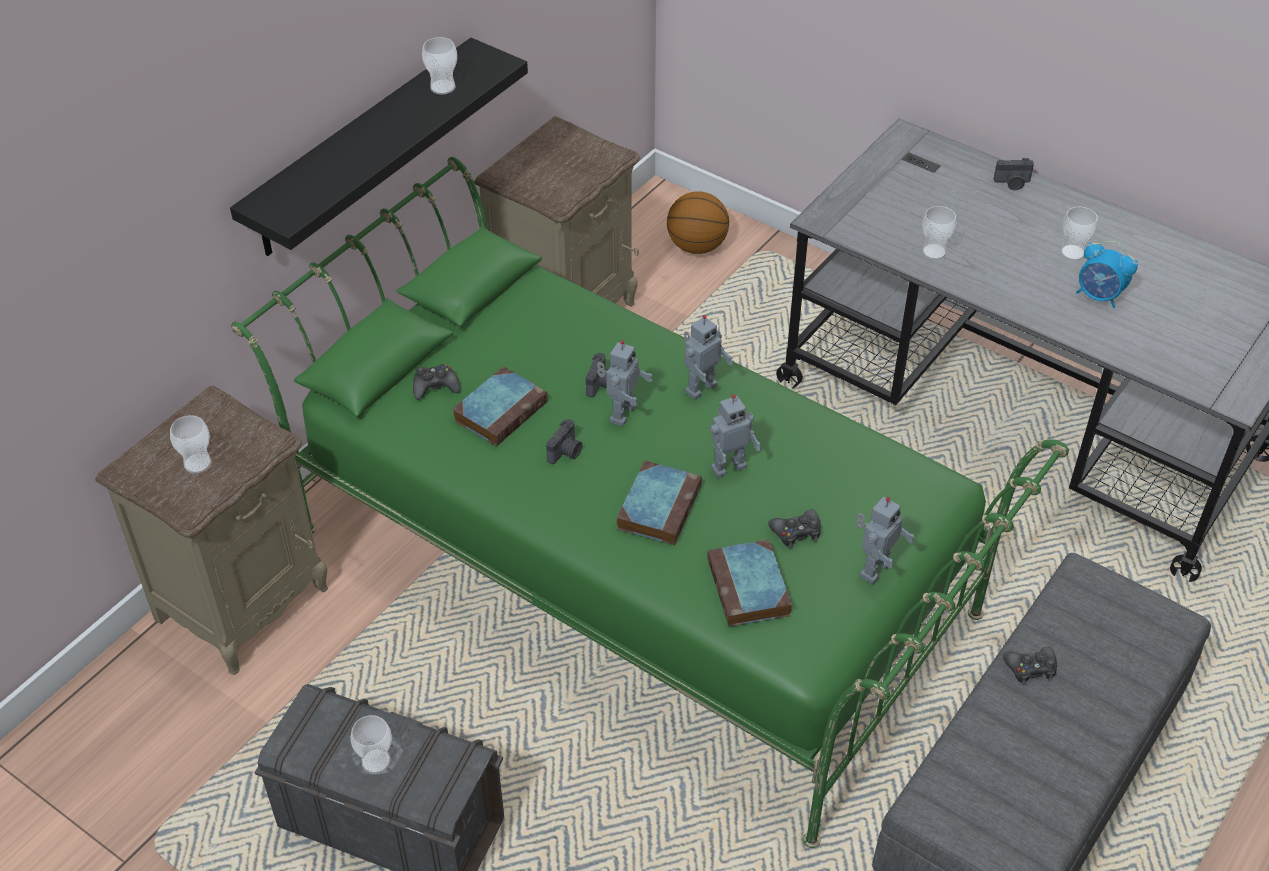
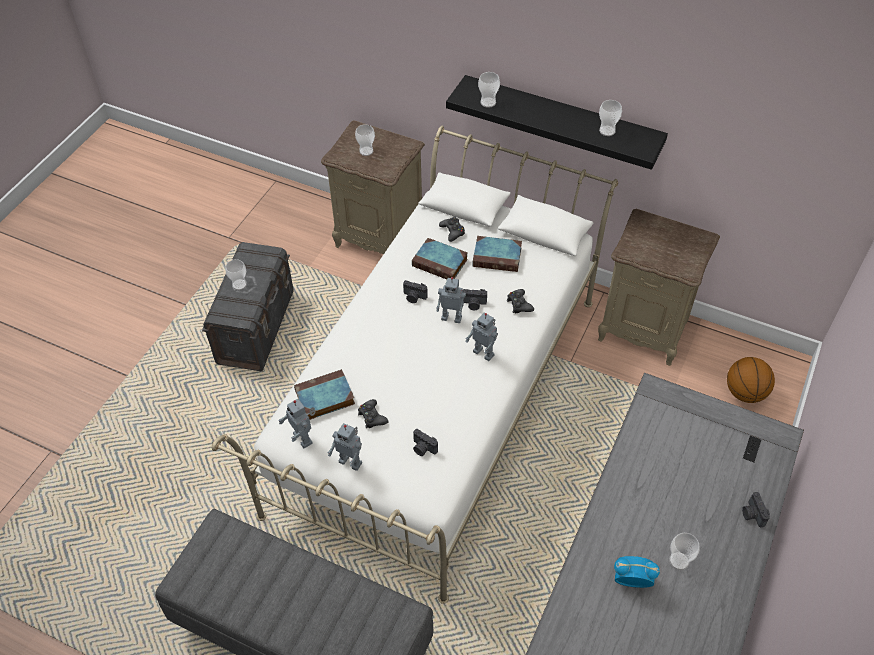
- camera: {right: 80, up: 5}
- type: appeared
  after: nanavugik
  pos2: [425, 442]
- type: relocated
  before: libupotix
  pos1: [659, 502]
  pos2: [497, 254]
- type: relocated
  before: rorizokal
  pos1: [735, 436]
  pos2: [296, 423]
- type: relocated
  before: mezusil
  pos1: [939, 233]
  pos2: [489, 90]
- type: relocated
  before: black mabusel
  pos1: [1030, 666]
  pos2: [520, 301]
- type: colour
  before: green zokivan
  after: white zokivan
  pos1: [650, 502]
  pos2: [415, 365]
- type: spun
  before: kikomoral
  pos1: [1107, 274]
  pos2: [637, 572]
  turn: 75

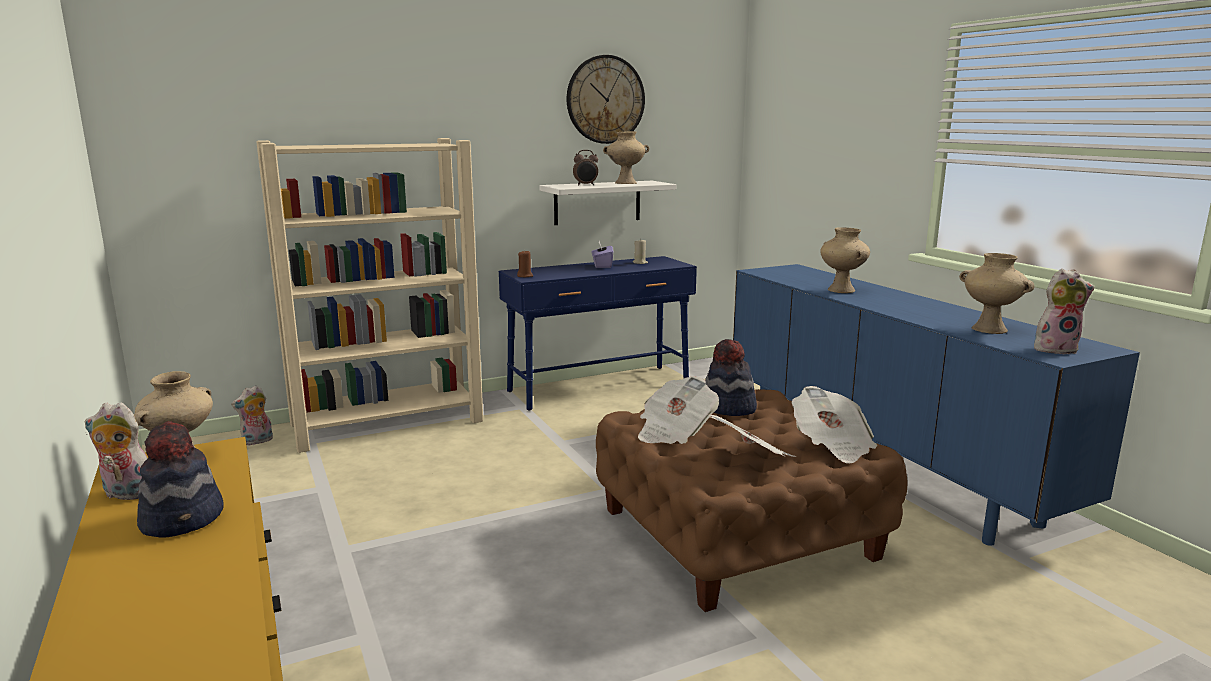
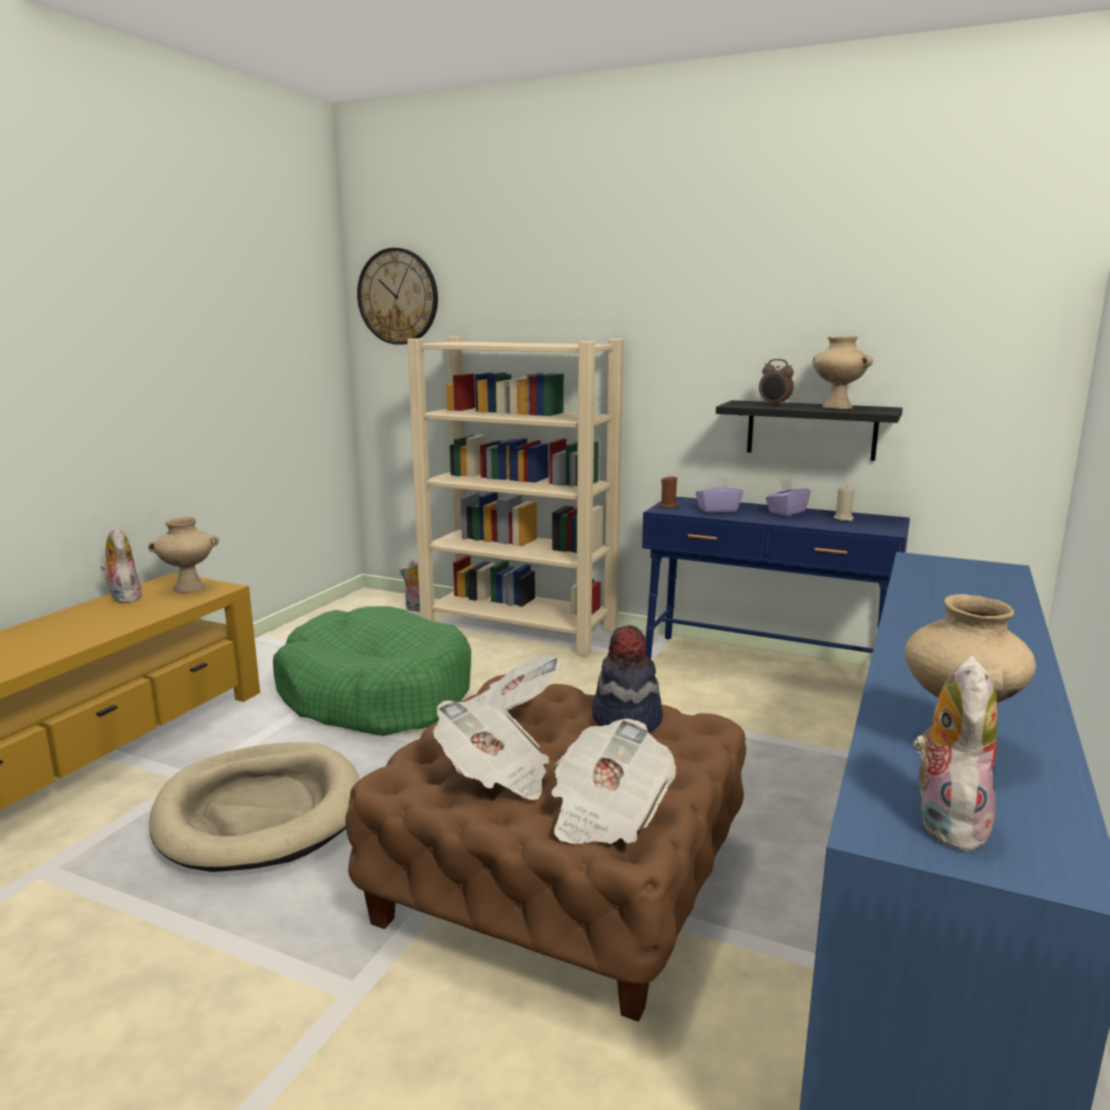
- camera: {right: 50, up: 0}
- type: missing
  before: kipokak
  pos1: [180, 479]
- type: missing
  before: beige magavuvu
  pos1: [845, 260]
- type: appeared
  after: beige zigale
  pos2: [254, 807]
- type: appeared
  after: green zigale
  pos2: [372, 671]
- type: appeared
  after: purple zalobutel
  pos2: [719, 495]
- type: relocated
  before: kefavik
  pos1: [606, 99]
  pos2: [397, 296]
- type: colour
  before: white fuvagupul
  after: black fuvagupul
  pos1: [608, 203]
  pos2: [809, 430]
- type: spun
  before: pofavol
  pos1: [1064, 311]
  pos2: [955, 753]
  turn: -120

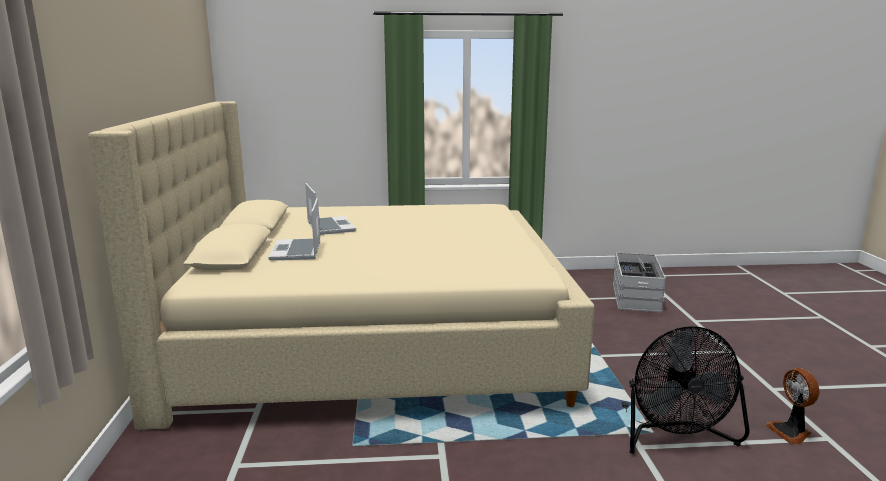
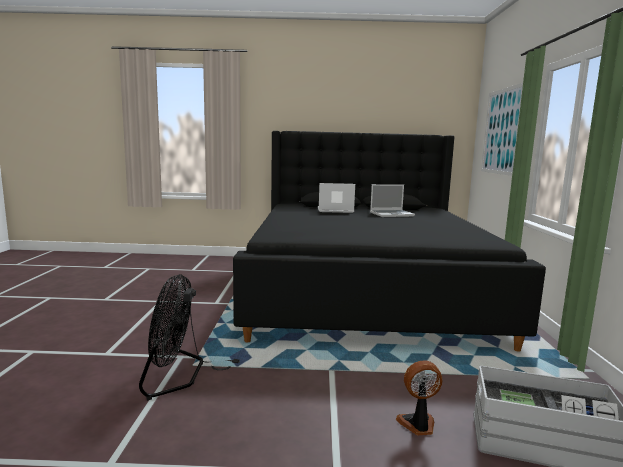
- camera: {right: 95, up: -5}
- type: appeared
  after: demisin
  pos2: [502, 129]
- type: relocated
  before: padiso
  pos1: [792, 406]
  pos2: [419, 397]
- type: colour
  before: beige zokivan
  after: black zokivan
  pos1: [341, 265]
  pos2: [389, 241]

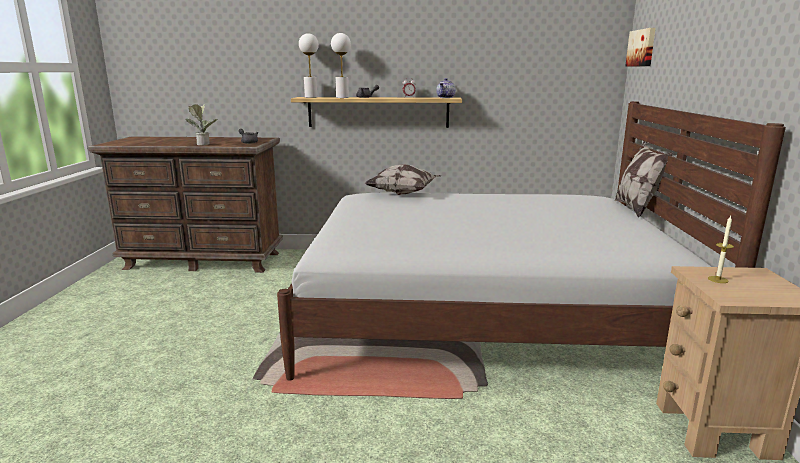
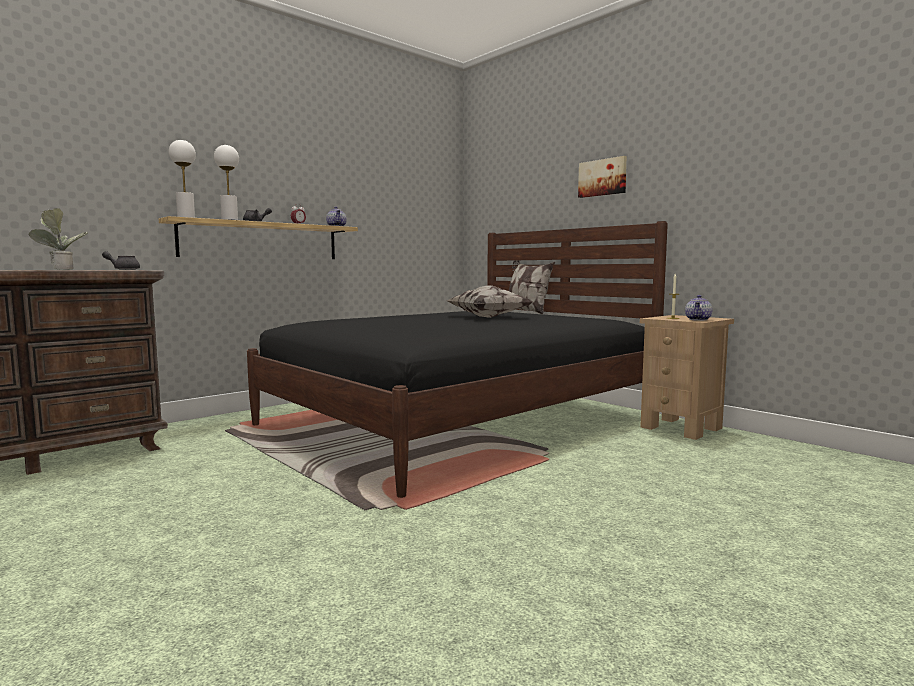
- camera: {right: -45, up: -10}
- type: appeared
  after: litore
  pos2: [698, 308]
- type: relocated
  before: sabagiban
  pos1: [402, 179]
  pos2: [489, 301]
- type: relocated
  before: demisin
  pos1: [640, 47]
  pos2: [602, 177]
- type: colour
  before: white zokivan
  after: black zokivan
  pos1: [531, 241]
  pos2: [457, 359]

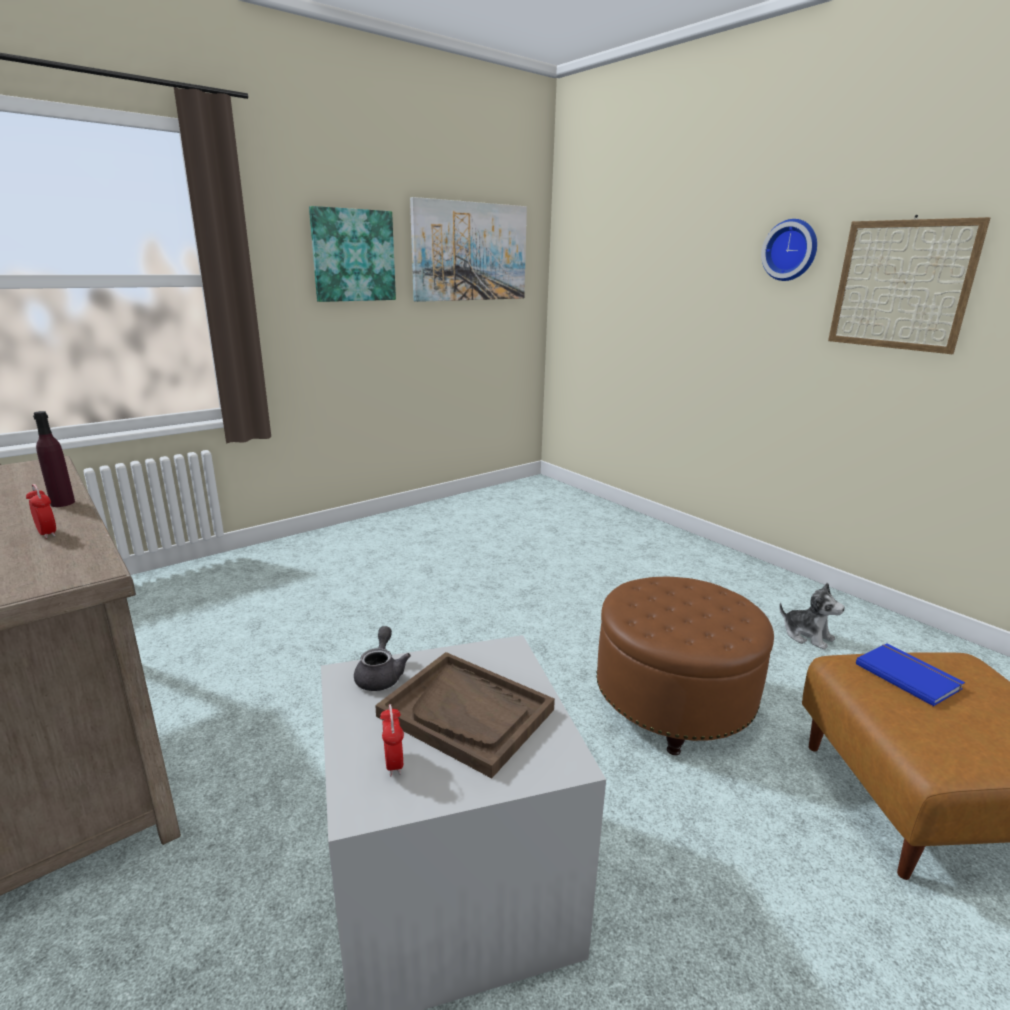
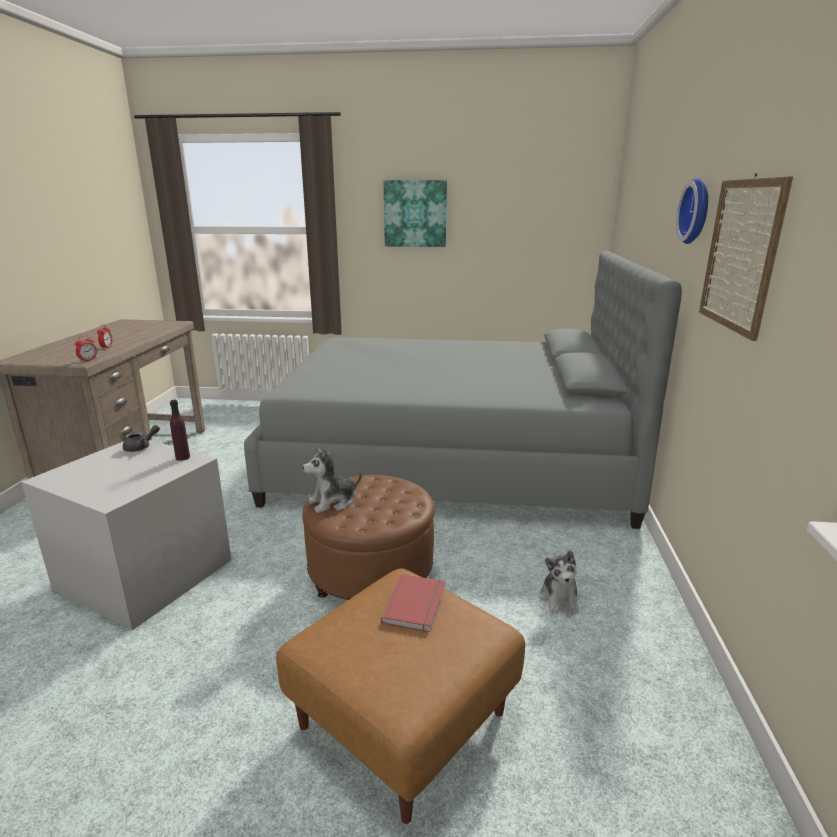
- camera: {right: 45, up: 0}
- type: missing
  before: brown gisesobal
  pos1: [465, 715]
- type: missing
  before: demisin
  pos1: [468, 249]
- type: appeared
  after: grey zokivan
  pos2: [463, 390]
- type: appeared
  after: pofavol
  pos2: [332, 480]
- type: relocated
  before: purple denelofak
  pos1: [54, 459]
  pos2: [180, 430]
- type: relocated
  before: kikomoral
  pos1: [392, 740]
  pos2: [86, 348]
- type: colour
  before: blue libupotix
  after: red libupotix
  pos1: [910, 675]
  pos2: [413, 603]

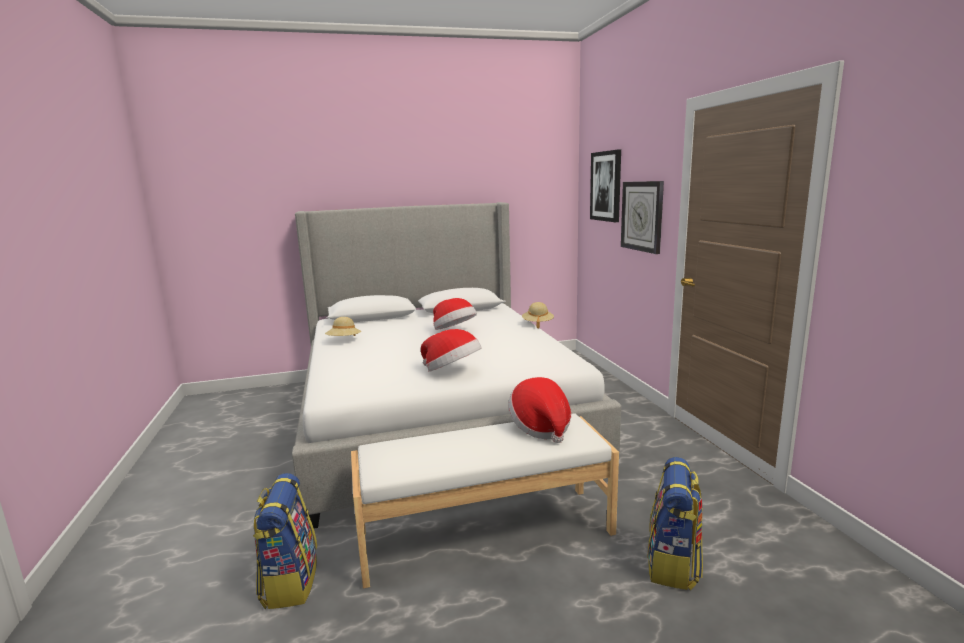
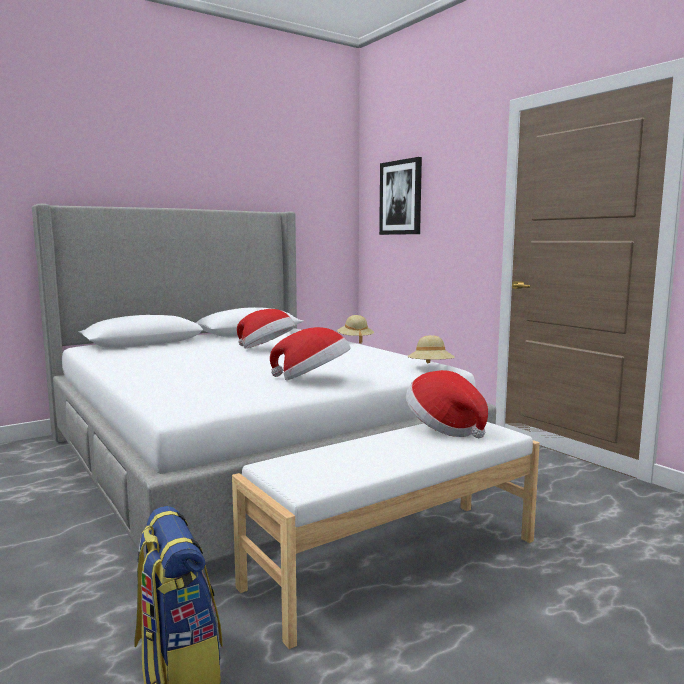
- camera: {right: -20, up: -5}
- type: missing
  before: kefavik
  pos1: [642, 217]
- type: missing
  before: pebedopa
  pos1: [675, 523]
- type: relocated
  before: beige kipokak
  pos1: [343, 326]
  pos2: [431, 349]

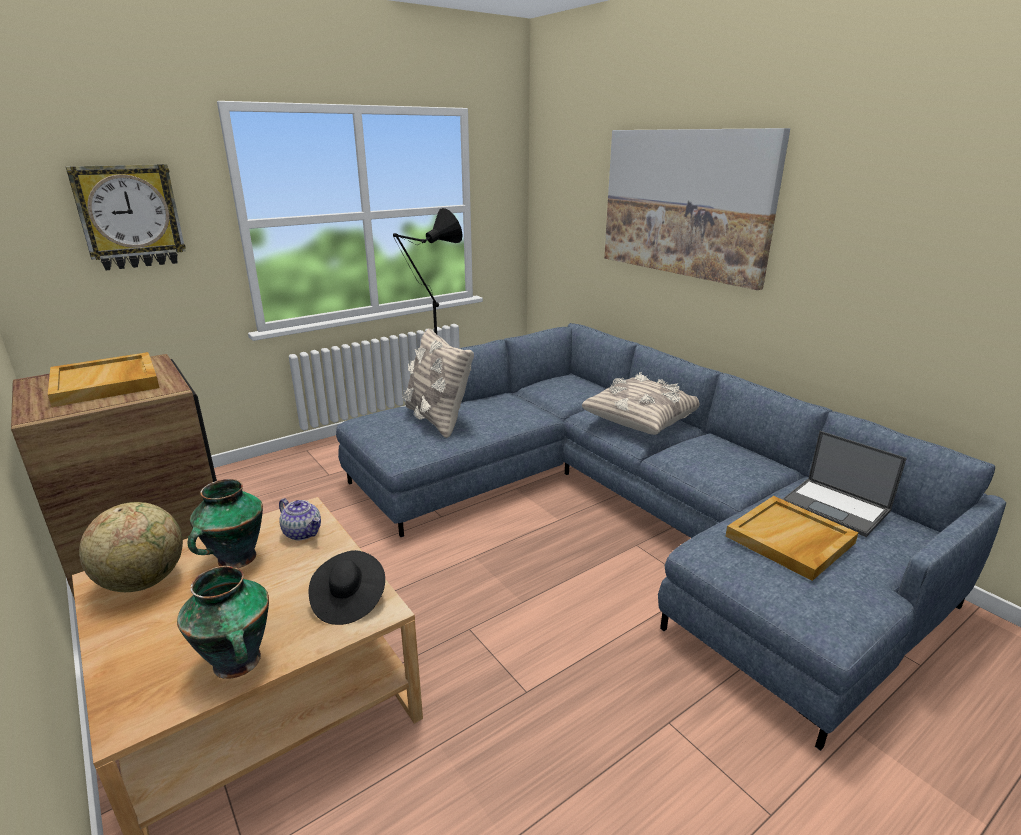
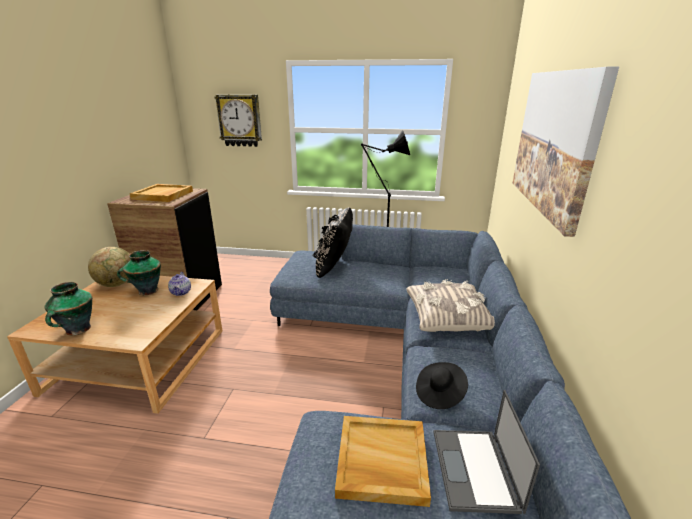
- camera: {right: 45, up: 0}
- type: relocated
  before: black kipokak
  pos1: [347, 587]
  pos2: [442, 385]
- type: colour
  before: beige sabagiban
  after: black sabagiban
  pos1: [438, 383]
  pos2: [332, 242]

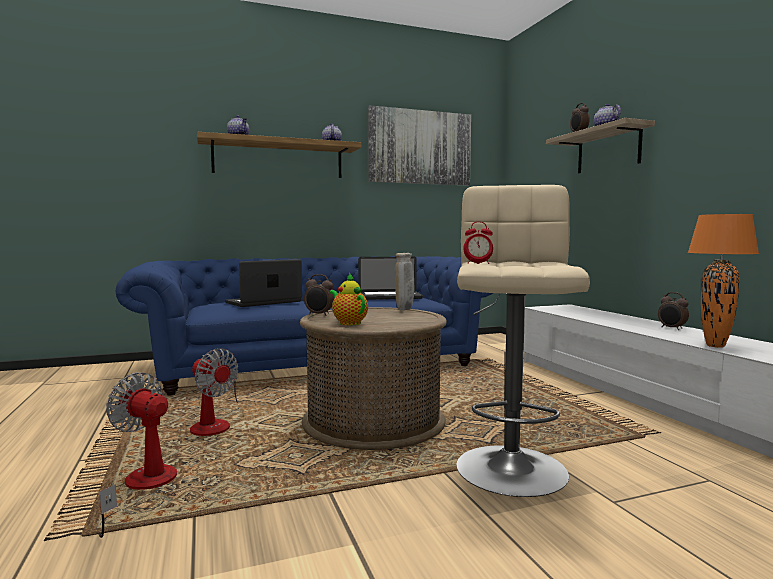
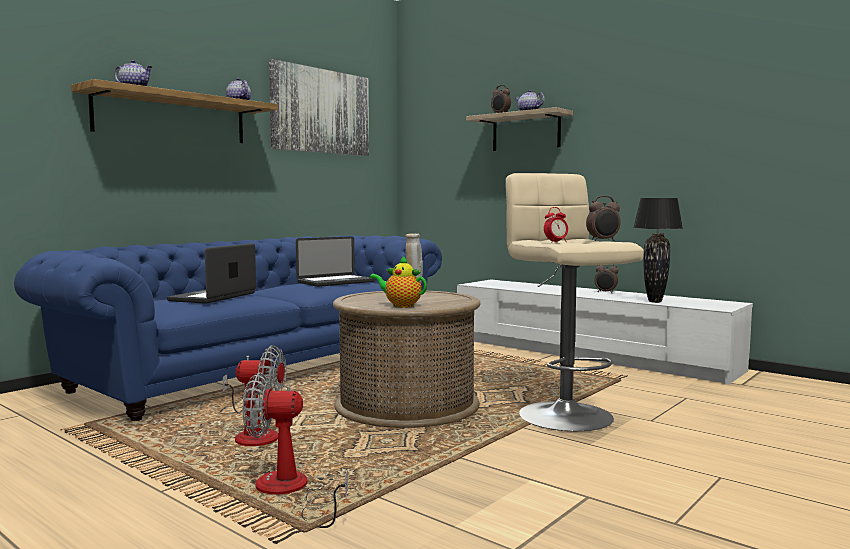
- camera: {right: -30, up: 0}
- type: relocated
  before: kikomoral
  pos1: [319, 295]
  pos2: [603, 218]
- type: colour
  before: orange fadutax
  after: black fadutax
  pos1: [723, 281]
  pos2: [658, 250]

